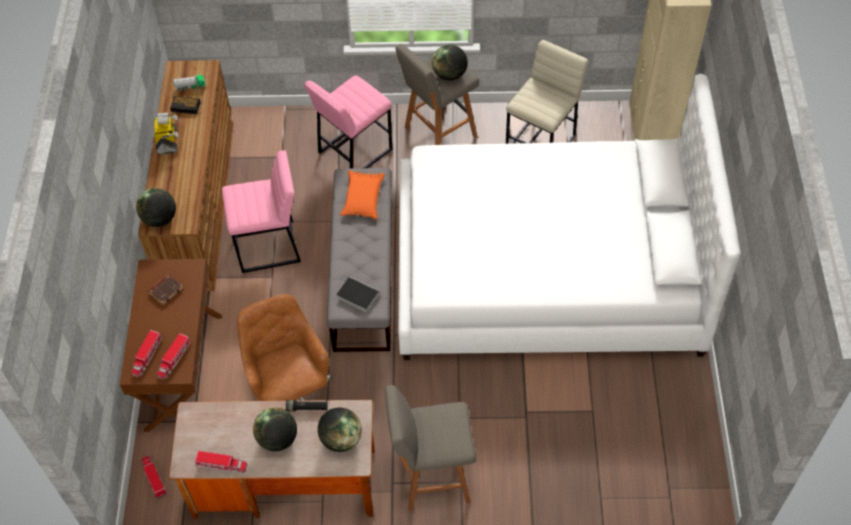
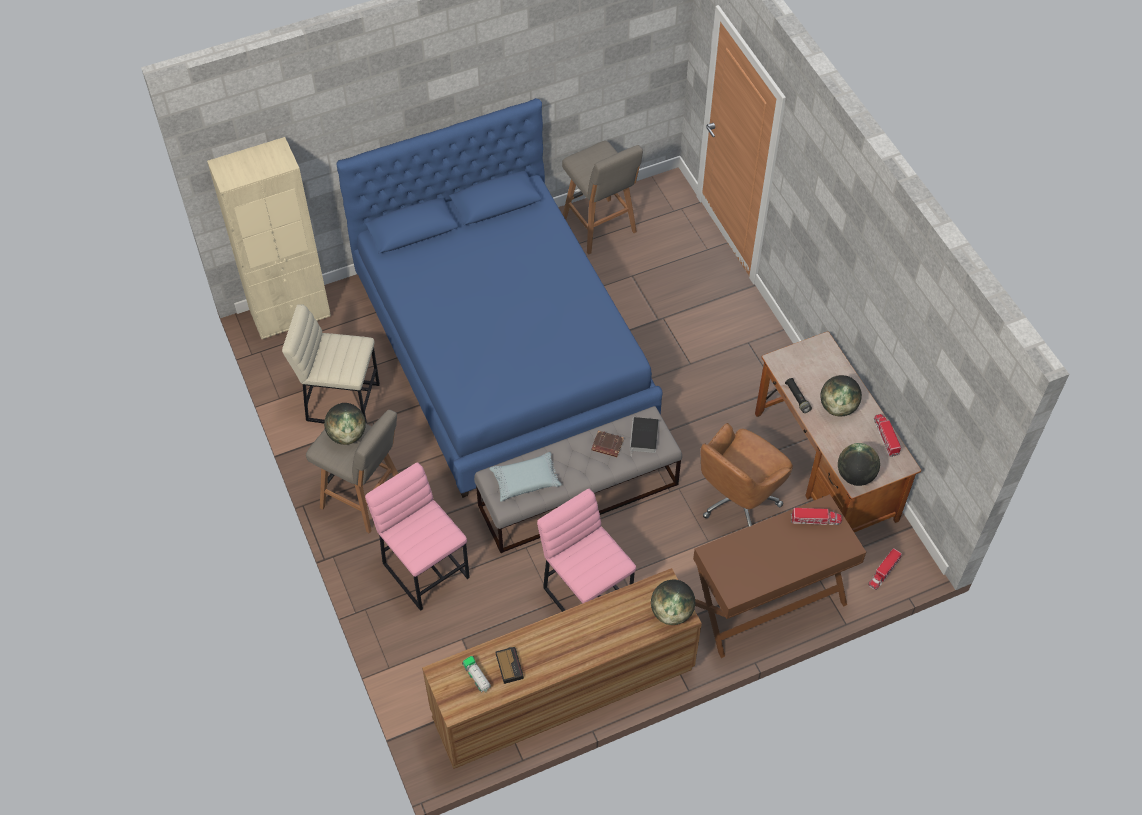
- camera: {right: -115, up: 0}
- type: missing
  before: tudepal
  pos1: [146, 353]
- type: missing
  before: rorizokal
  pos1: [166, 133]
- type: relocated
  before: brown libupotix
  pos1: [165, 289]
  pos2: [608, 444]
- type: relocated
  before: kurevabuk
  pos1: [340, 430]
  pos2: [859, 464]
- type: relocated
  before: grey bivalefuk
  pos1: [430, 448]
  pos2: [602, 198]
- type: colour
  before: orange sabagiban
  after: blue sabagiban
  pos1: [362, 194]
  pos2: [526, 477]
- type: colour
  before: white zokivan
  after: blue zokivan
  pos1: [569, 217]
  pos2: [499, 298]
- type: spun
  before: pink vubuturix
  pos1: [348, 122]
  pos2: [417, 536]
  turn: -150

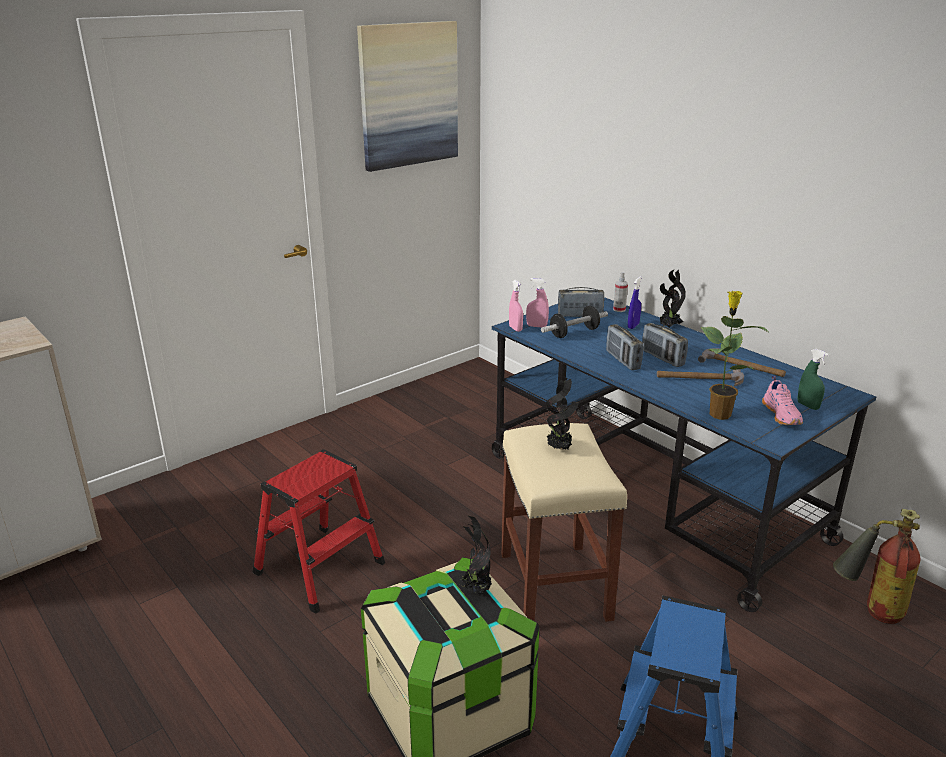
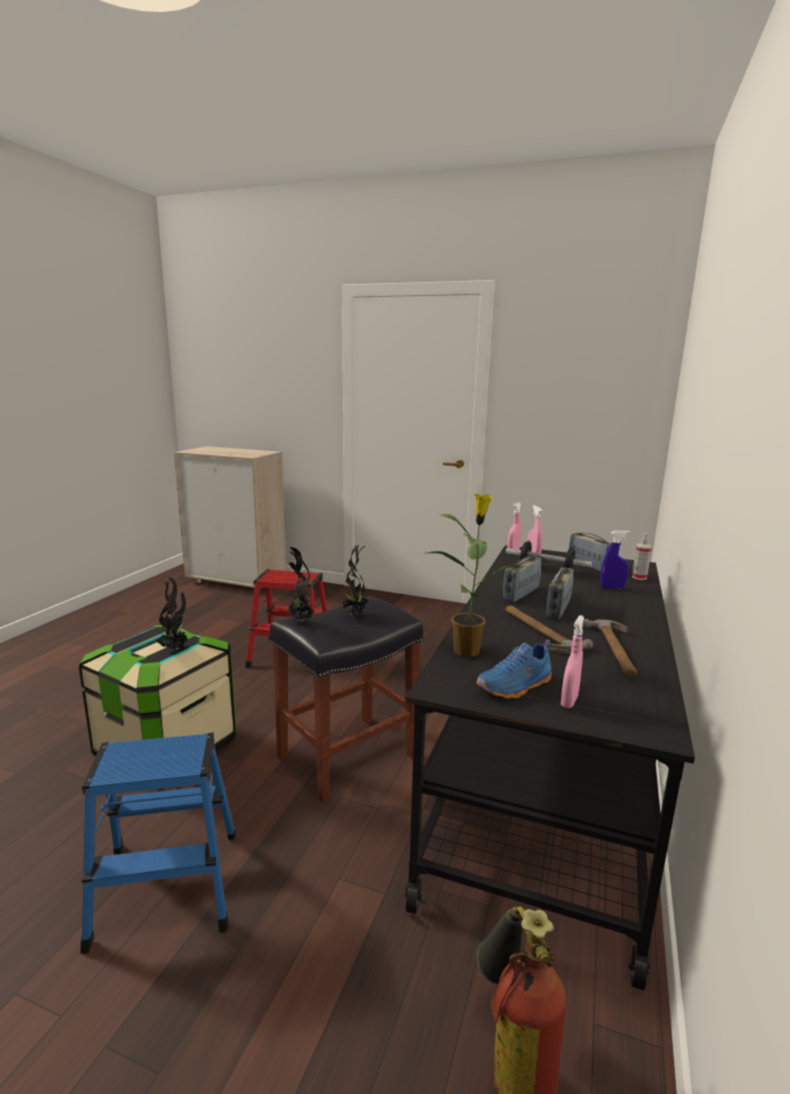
- camera: {right: 60, up: -10}
- type: missing
  before: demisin
  pos1: [407, 96]
- type: relocated
  before: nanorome
  pos1: [673, 298]
  pos2: [300, 584]
- type: colour
  before: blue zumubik
  after: black zumubik
  pos1: [684, 454]
  pos2: [550, 768]
- type: colour
  before: beige bivalefuk
  after: black bivalefuk
  pos1: [564, 522]
  pos2: [346, 700]
- type: colour
  before: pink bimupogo
  after: blue bimupogo
  pos1: [782, 400]
  pos2: [514, 668]
- type: colour
  before: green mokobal
  after: pink mokobal
  pos1: [813, 379]
  pos2: [572, 661]

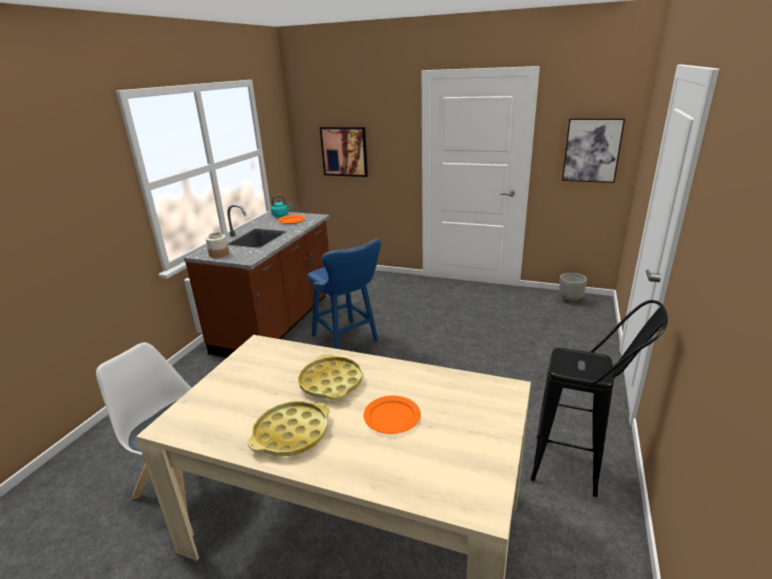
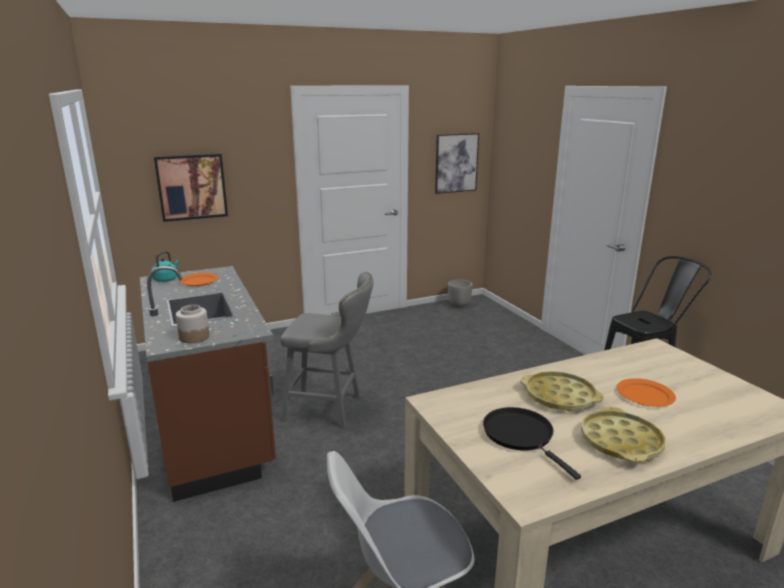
- camera: {right: -45, up: -5}
- type: appeared
  after: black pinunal
  pos2: [532, 443]
- type: colour
  before: blue bivalefuk
  after: grey bivalefuk
  pos1: [344, 294]
  pos2: [326, 350]

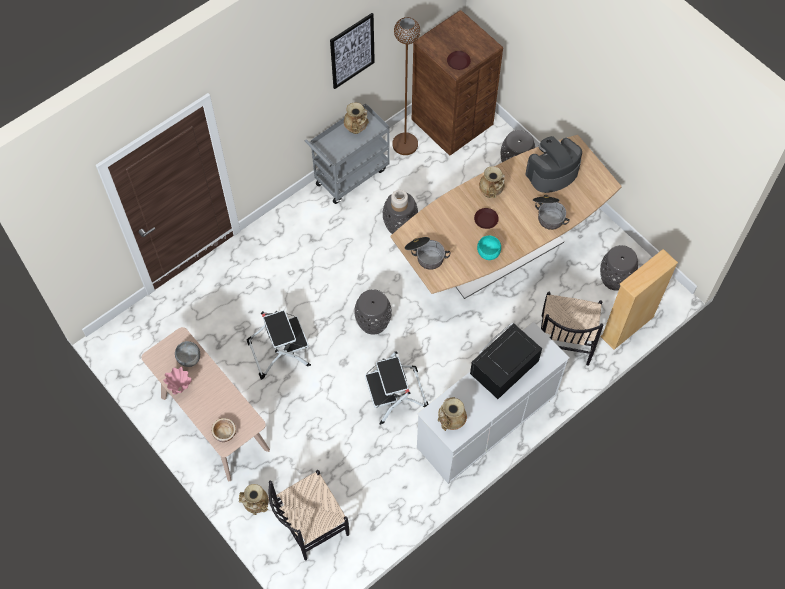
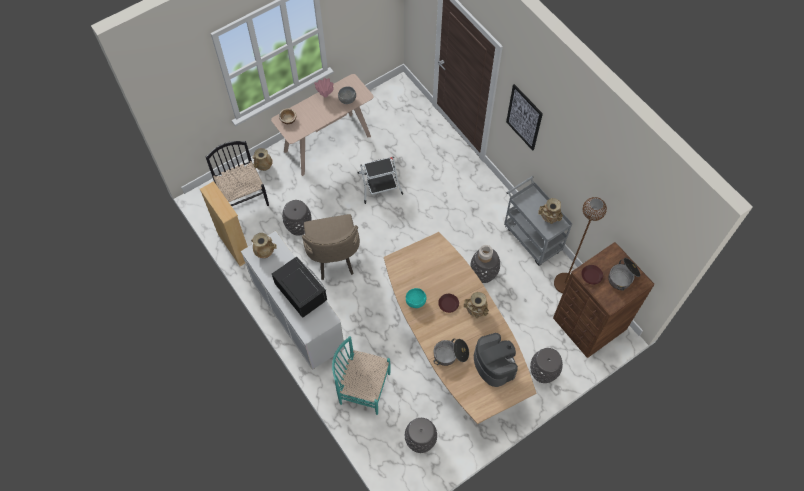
- camera: {right: 95, up: 0}
- type: relocated
  before: demisin
  pos1: [352, 51]
  pos2: [524, 117]
- type: relocated
  before: grey bivalefuk
  pos1: [373, 312]
  pos2: [297, 218]
- type: relocated
  before: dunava
  pos1: [427, 253]
  pos2: [624, 274]
- type: relocated
  before: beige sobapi
  pos1: [639, 299]
  pos2: [224, 223]
- type: exchanged
  before: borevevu
  after: beige vubuturix
  pos1: [396, 388]
  pos2: [331, 247]
- type: colour
  before: black vubuturix
  after: turquoise vubuturix
  pos1: [572, 329]
  pos2: [361, 375]

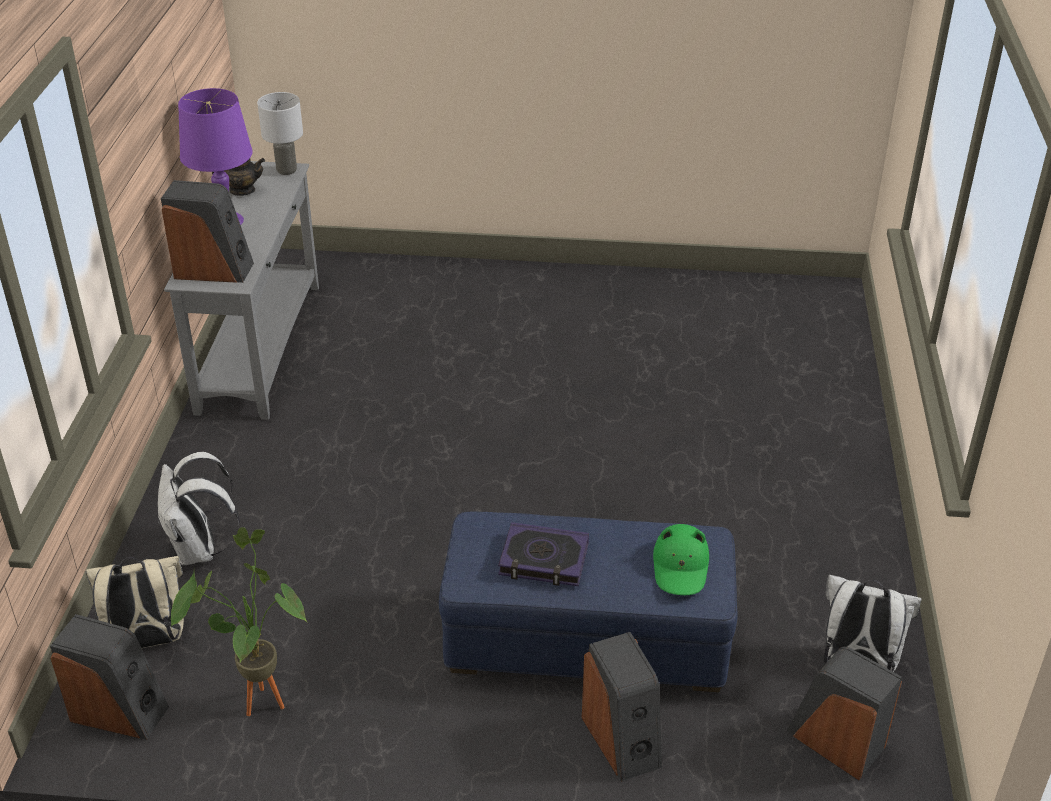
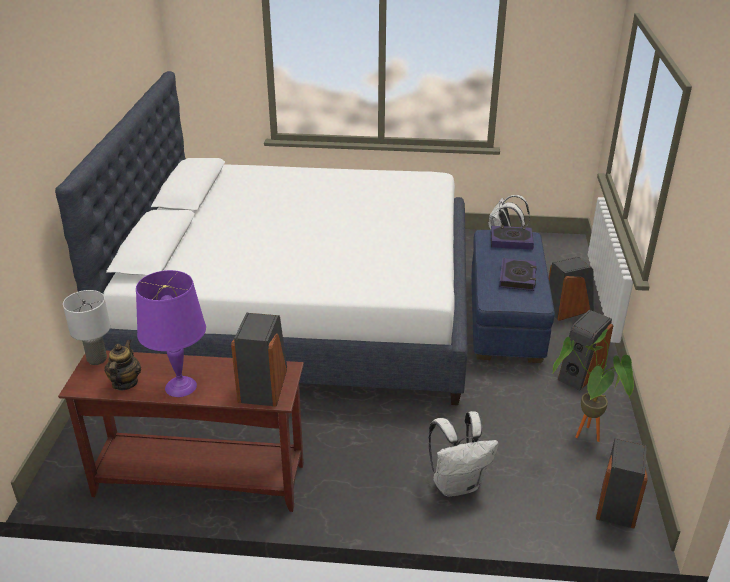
- camera: {right: -90, up: -5}
- type: missing
  before: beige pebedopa
  pos1: [135, 602]
- type: appeared
  after: white zokivan
  pos2: [261, 238]
- type: relocated
  before: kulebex
  pos1: [844, 713]
  pos2: [585, 350]
- type: exchanged
  before: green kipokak
  after: libupotix
  pos1: [681, 559]
  pos2: [512, 237]
- type: colour
  before: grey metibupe
  after: brown metibupe
  pos1: [241, 290]
  pos2: [181, 431]

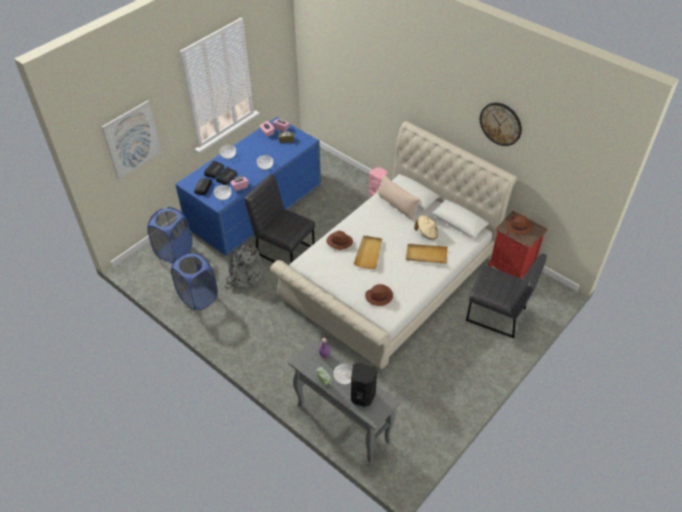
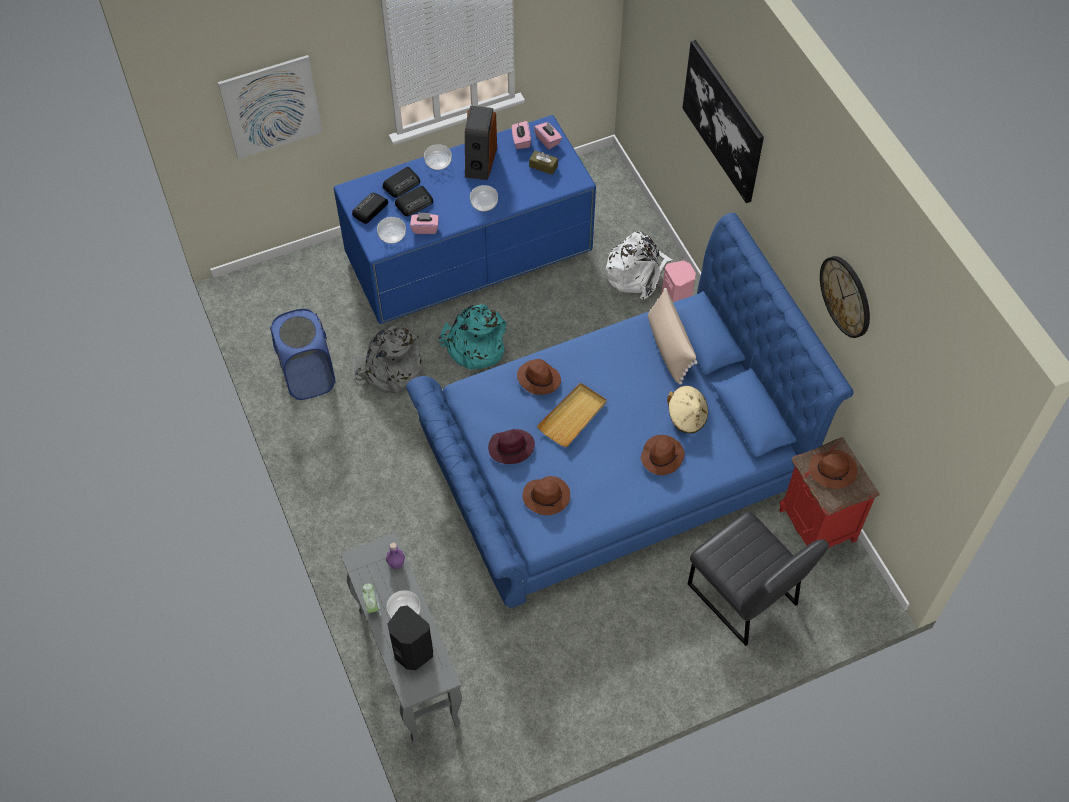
- camera: {right: 25, up: 10}
- type: missing
  before: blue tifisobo
  pos1: [170, 235]
- type: appeared
  after: kulebex
  pos2: [481, 143]
- type: appeared
  after: purple kipokak
  pos2: [511, 446]
- type: appeared
  after: white pebedopa
  pos2: [639, 265]
- type: appeared
  after: demisin
  pos2: [723, 121]
- type: exchanged
  before: grey vubuturix
  after: turquoise pebedopa
  pos1: [279, 218]
  pos2: [472, 337]
- type: exchanged
  before: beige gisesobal
  after: brown kipokak
  pos1: [427, 254]
  pos2: [663, 455]
- type: colour
  before: beige zokivan
  after: blue zokivan
  pos1: [394, 245]
  pos2: [630, 410]

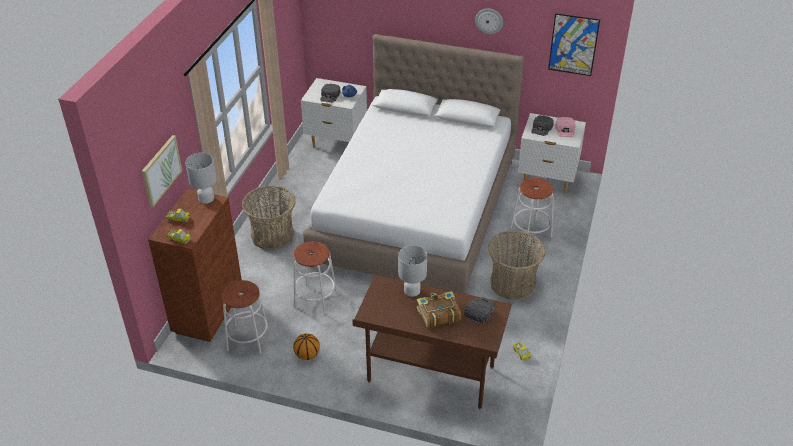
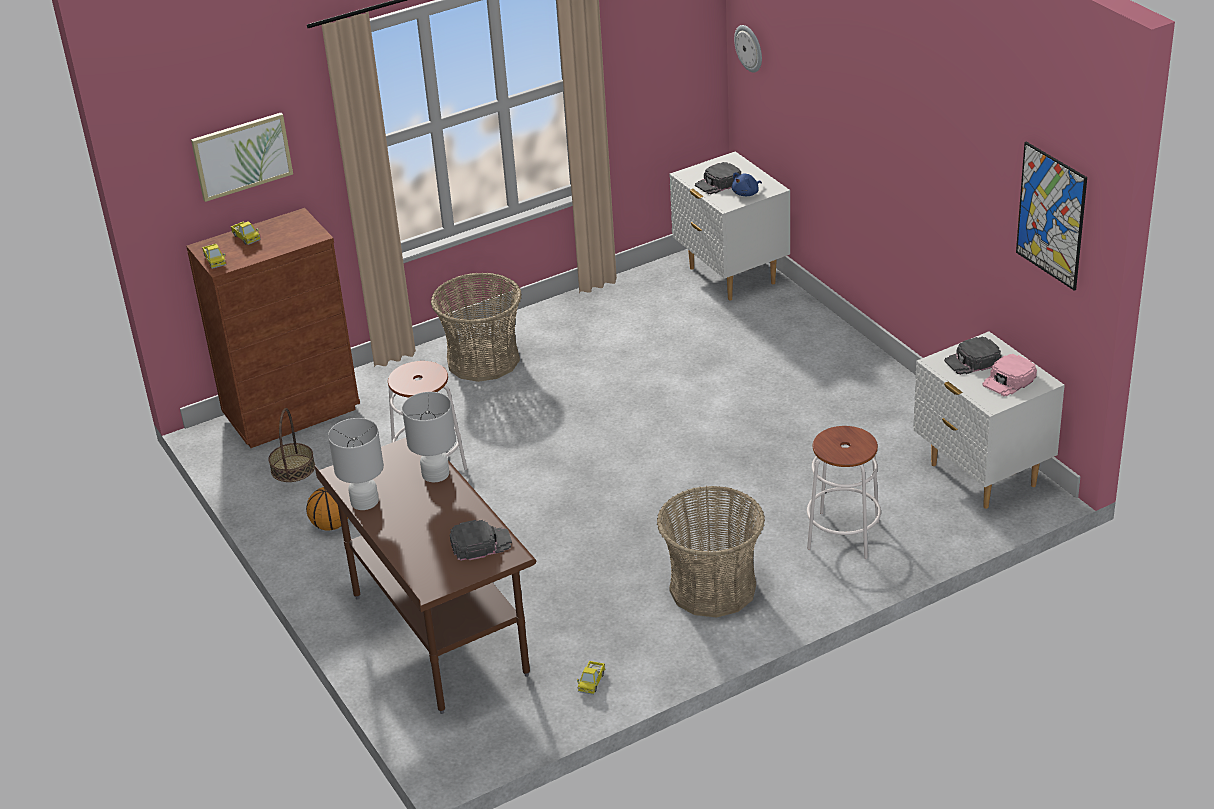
- camera: {right: 45, up: -5}
- type: missing
  before: white zokivan
  pos1: [413, 164]
- type: missing
  before: libupotix
  pos1: [439, 309]
- type: relocated
  before: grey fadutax
  pos1: [201, 178]
  pos2: [356, 464]
- type: relocated
  before: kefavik
  pos1: [489, 21]
  pos2: [748, 48]
- type: exchanged
  before: white bivalefuk
  after: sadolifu
  pos1: [245, 317]
  pos2: [291, 445]

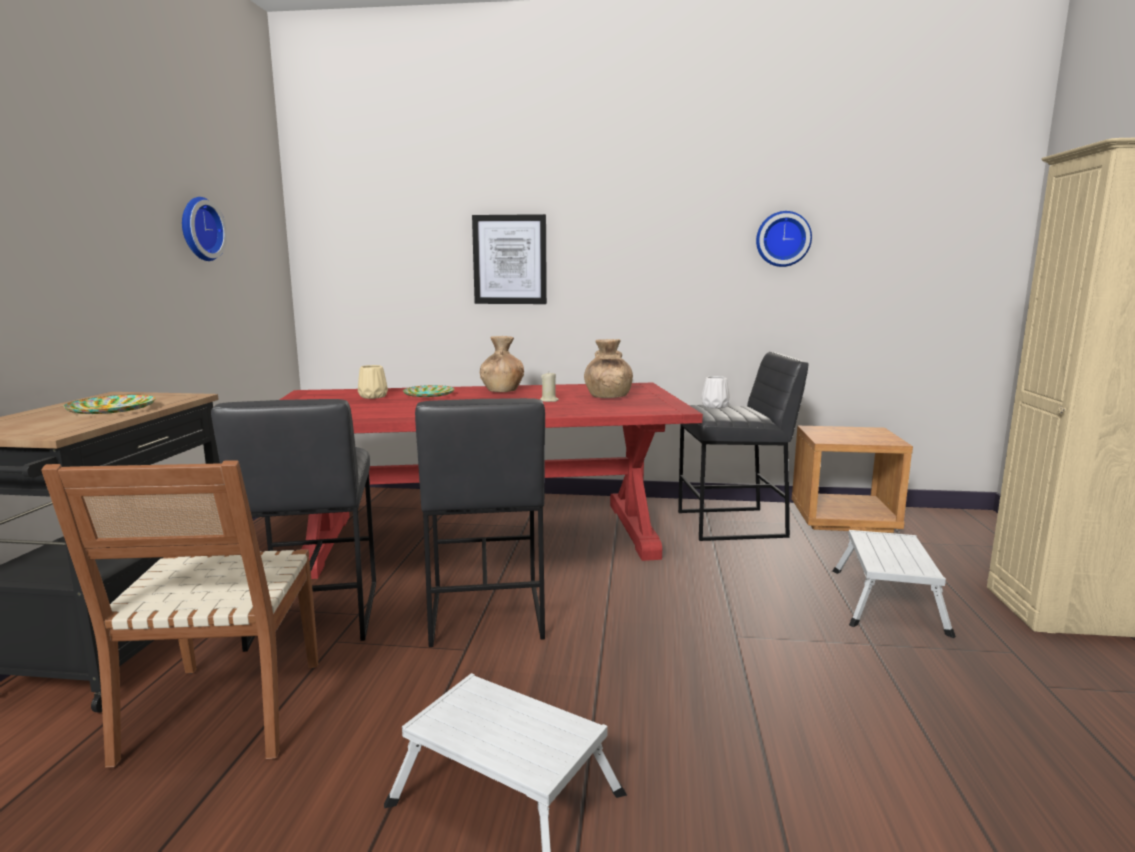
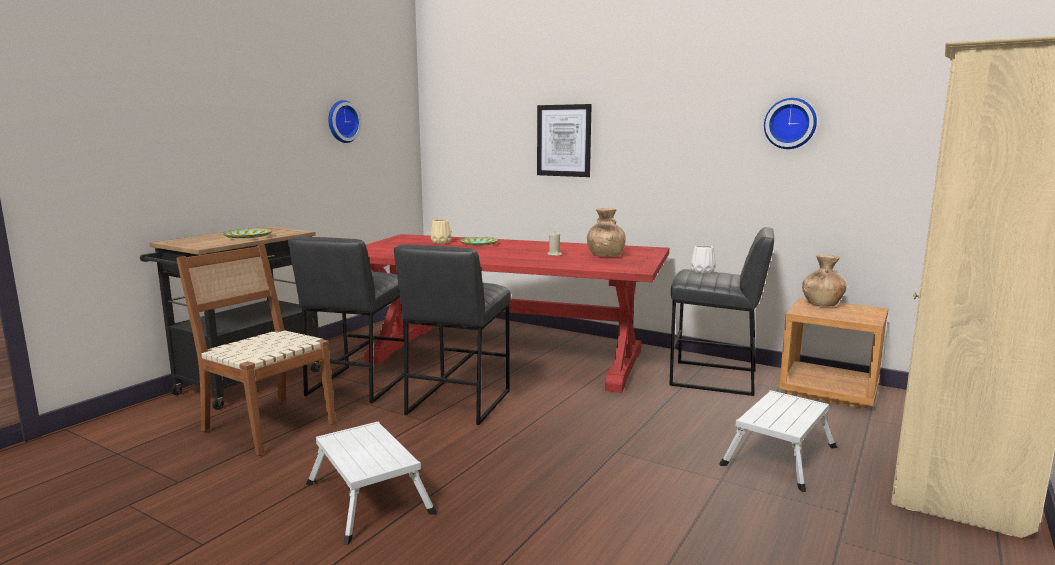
- camera: {right: 25, up: 0}
- type: relocated
  before: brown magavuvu
  pos1: [502, 364]
  pos2: [824, 280]
- type: spun
  before: vubuturix
  pos1: [180, 614]
  pos2: [256, 350]
  turn: 105

